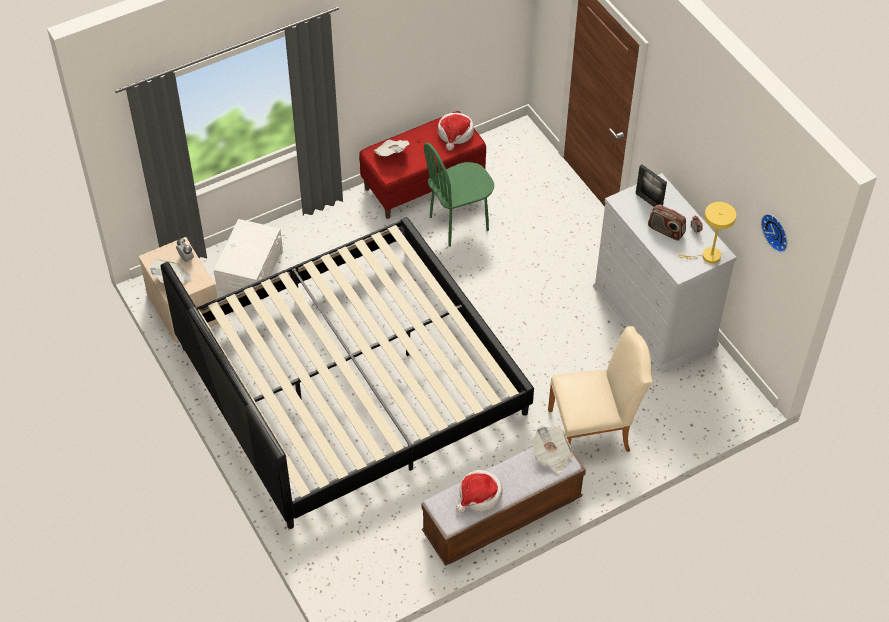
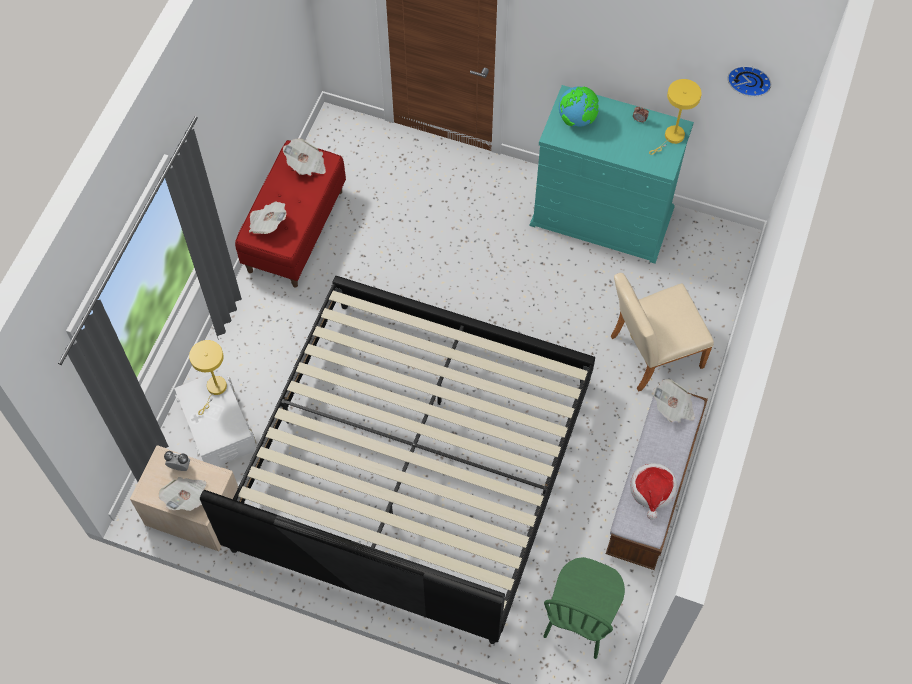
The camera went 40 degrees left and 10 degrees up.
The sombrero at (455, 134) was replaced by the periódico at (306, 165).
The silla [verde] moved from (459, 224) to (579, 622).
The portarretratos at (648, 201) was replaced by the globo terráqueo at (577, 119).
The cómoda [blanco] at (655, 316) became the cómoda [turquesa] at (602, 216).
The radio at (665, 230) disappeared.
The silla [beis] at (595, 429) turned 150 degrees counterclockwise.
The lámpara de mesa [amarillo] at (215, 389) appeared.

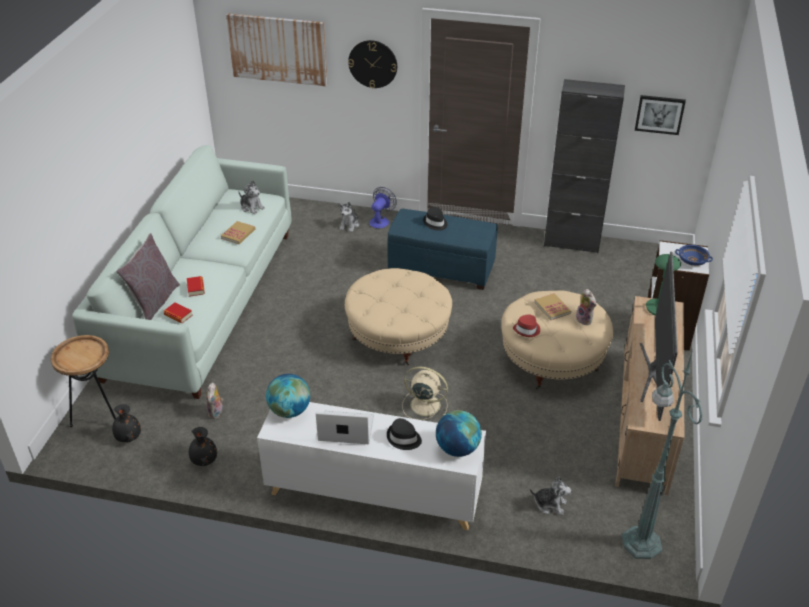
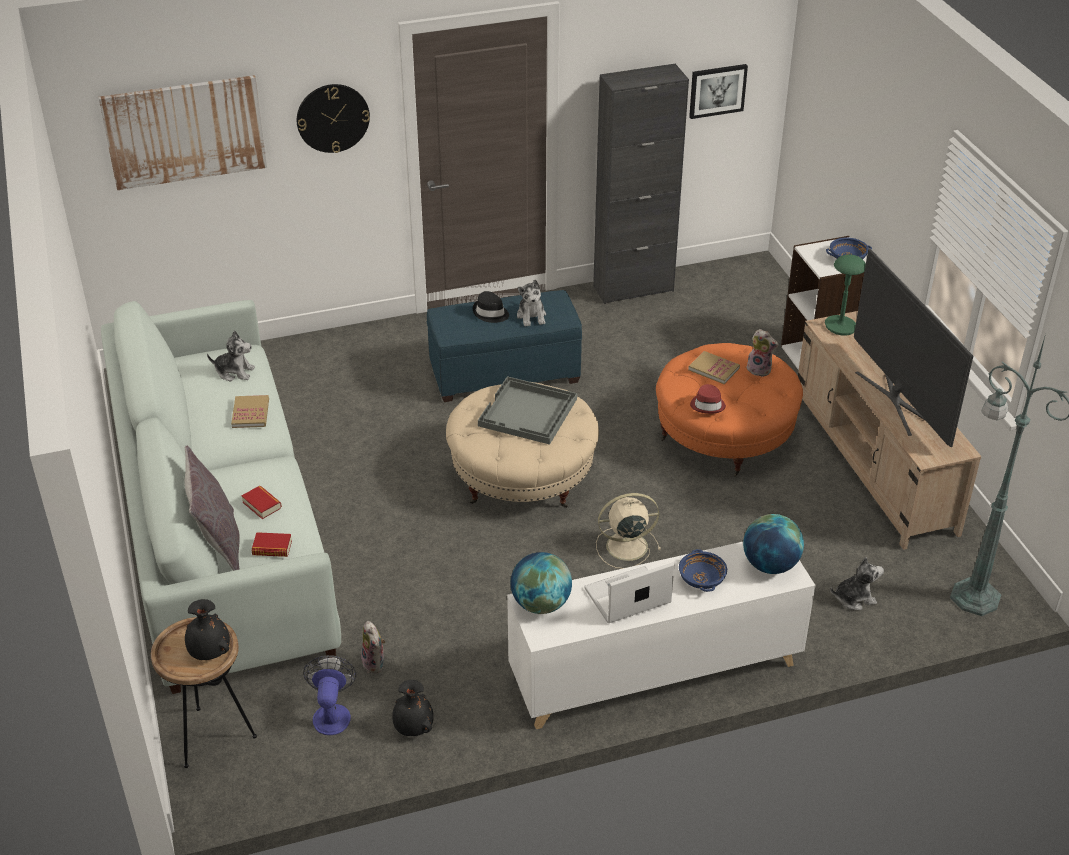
The camera went 30 degrees left and 0 degrees up.
The ventilador moved from (381, 220) to (332, 713).
The peluche moved from (349, 225) to (531, 316).
The puf [beis] at (552, 359) became the puf [naranja] at (724, 435).
The florero [negro] moved from (128, 437) to (209, 652).
The sombrero [negro] at (403, 438) was replaced by the cuenco [azul] at (702, 579).
The bandeja [gris] at (528, 413) appeared.

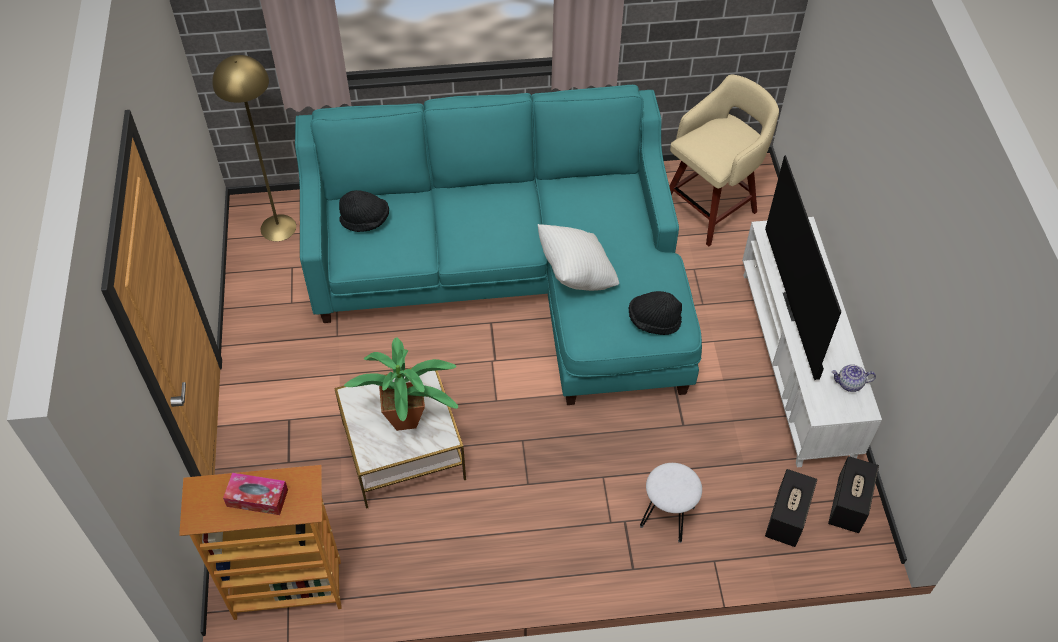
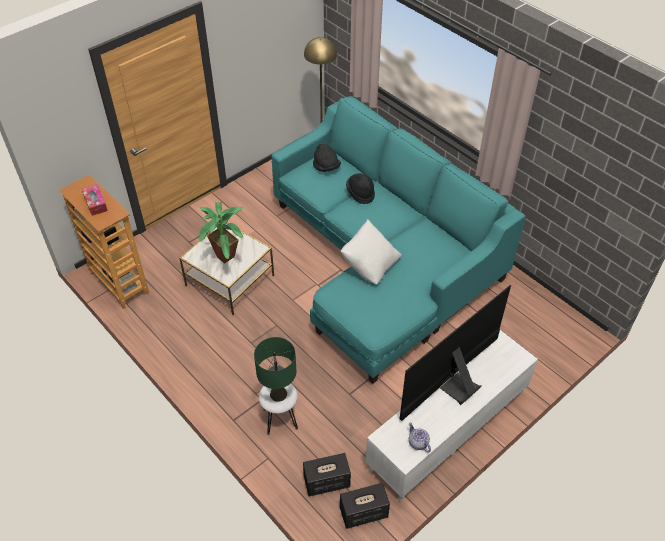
The camera went 55 degrees right and 5 degrees down.
The taburete [beis] at (711, 207) disappeared.
The sombrero [negro] moved from (653, 321) to (360, 193).
The lámpara de mesa [verde] at (278, 394) appeared.

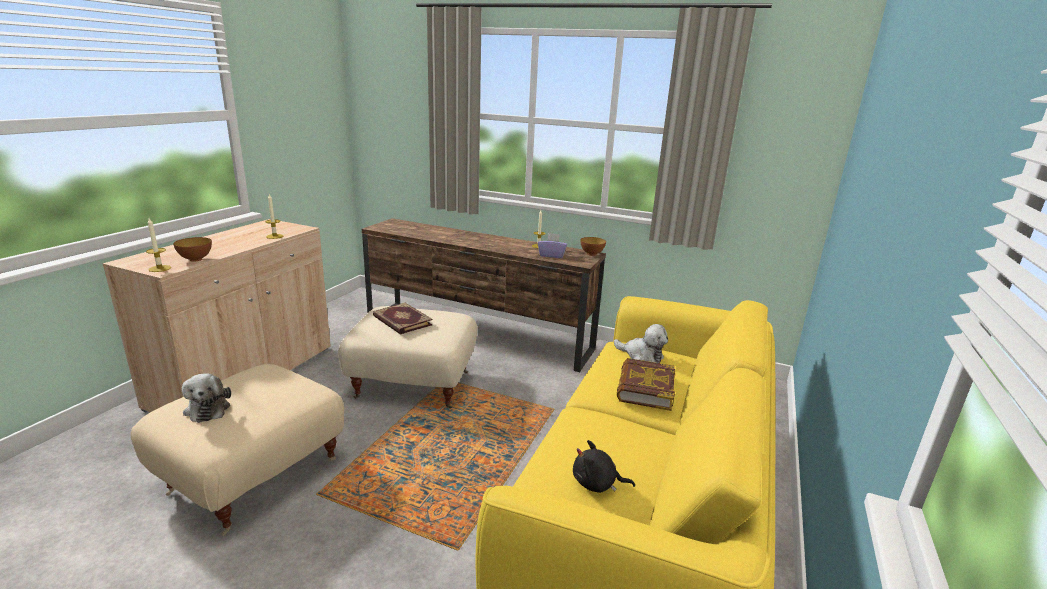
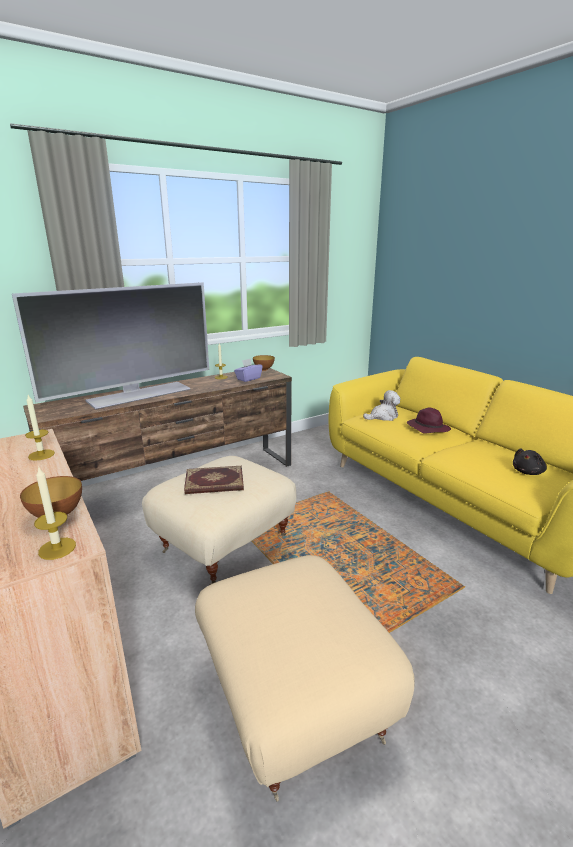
The camera went 55 degrees left and 0 degrees up.
The libro at (645, 388) was replaced by the sombrero [morado] at (427, 428).
The peluche at (208, 408) disappeared.
The televisor at (138, 394) appeared.

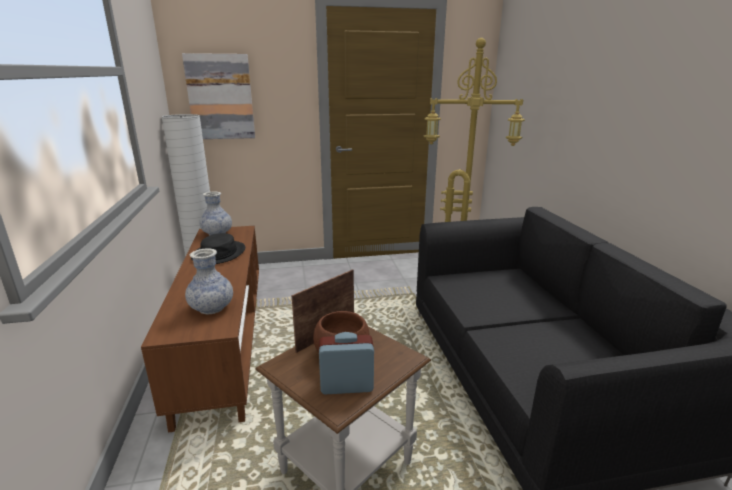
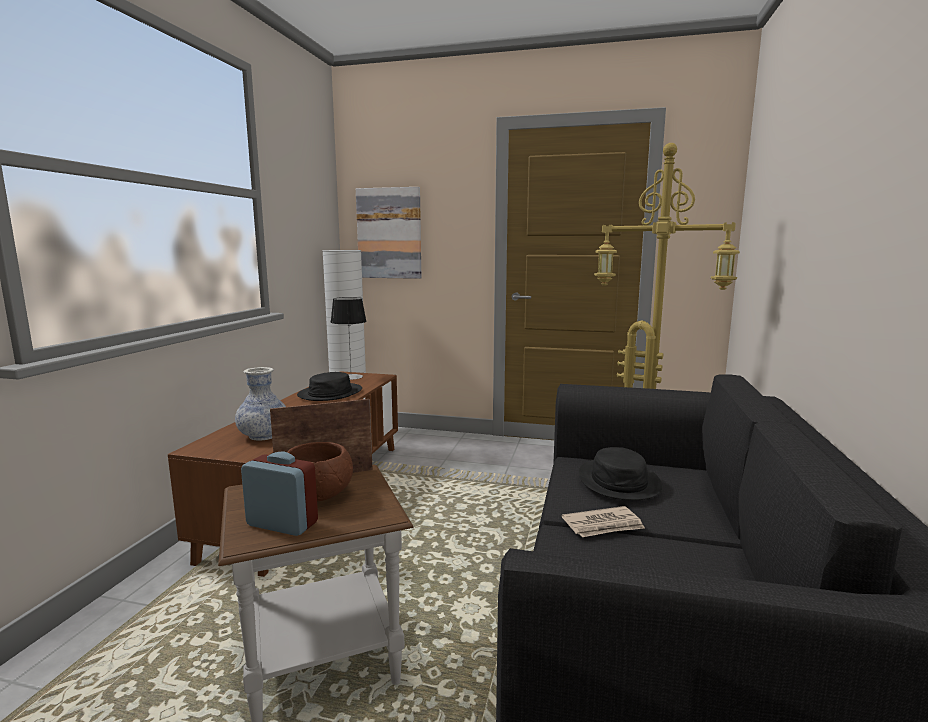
The camera went 25 degrees right and 10 degrees down.
The florero at (217, 233) was replaced by the lámpara de mesa at (351, 377).
The sombrero [negro] at (619, 481) appeared.
The periódico at (603, 525) appeared.

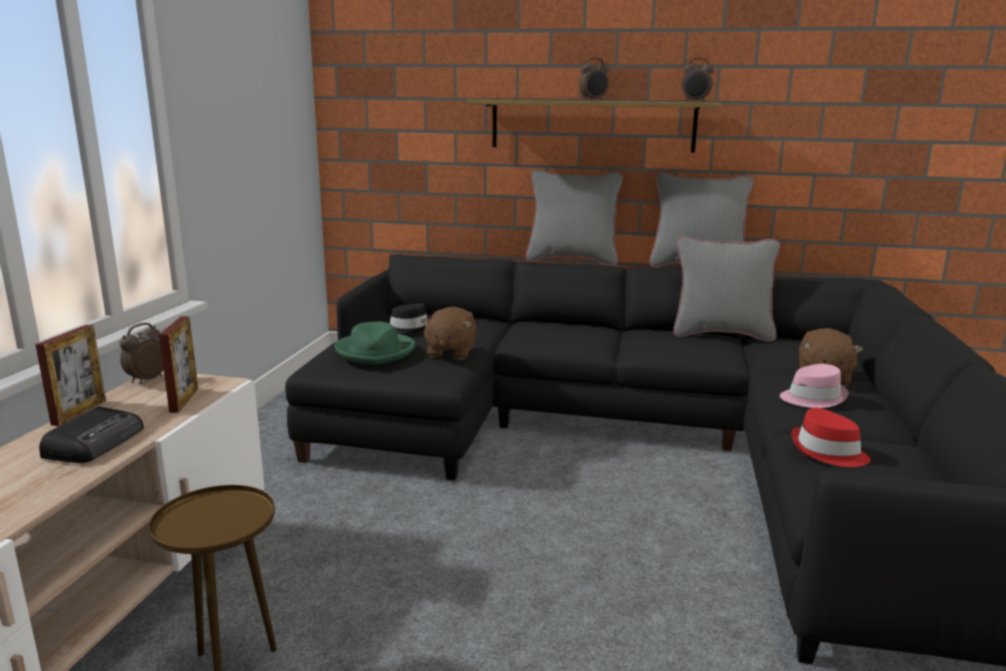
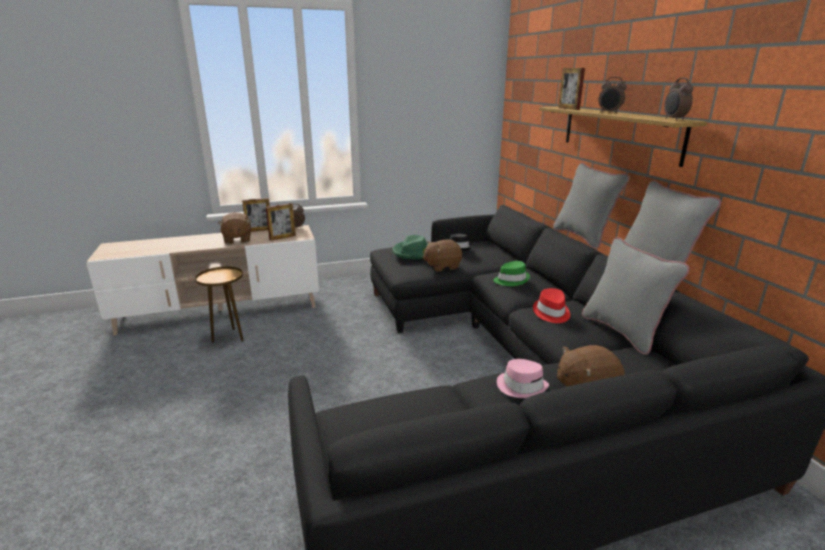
The camera went 60 degrees right and 5 degrees up.
The radio at (96, 442) was replaced by the peluche [marrón] at (237, 240).
The sombrero [rojo] moved from (827, 451) to (551, 313).
The portarretratos at (568, 109) appeared.
The sombrero [verde] at (511, 280) appeared.

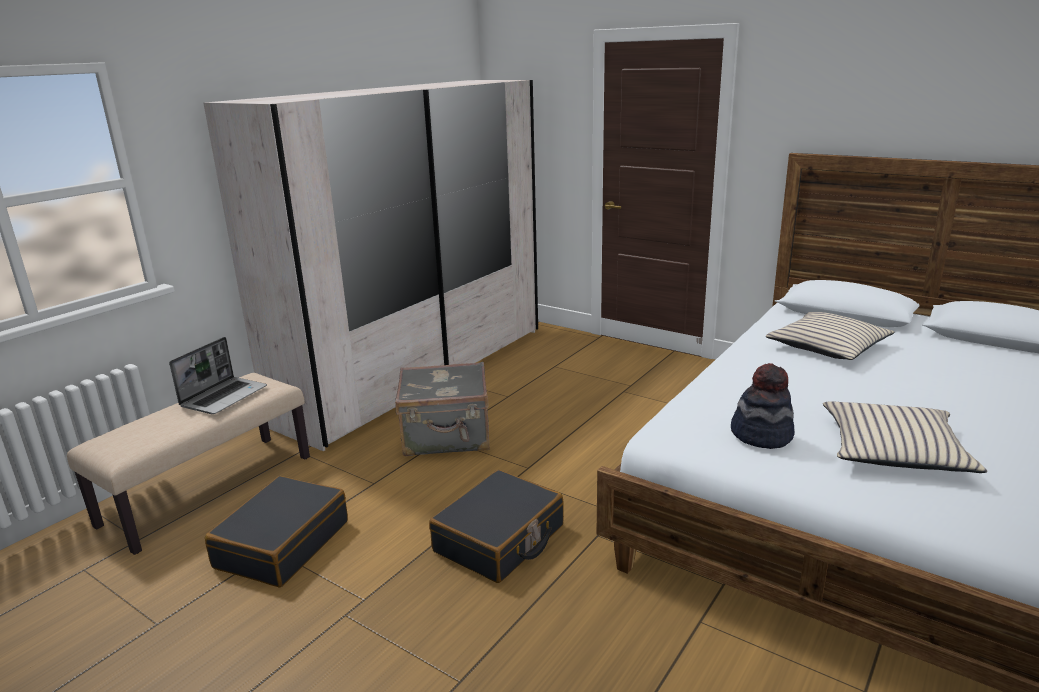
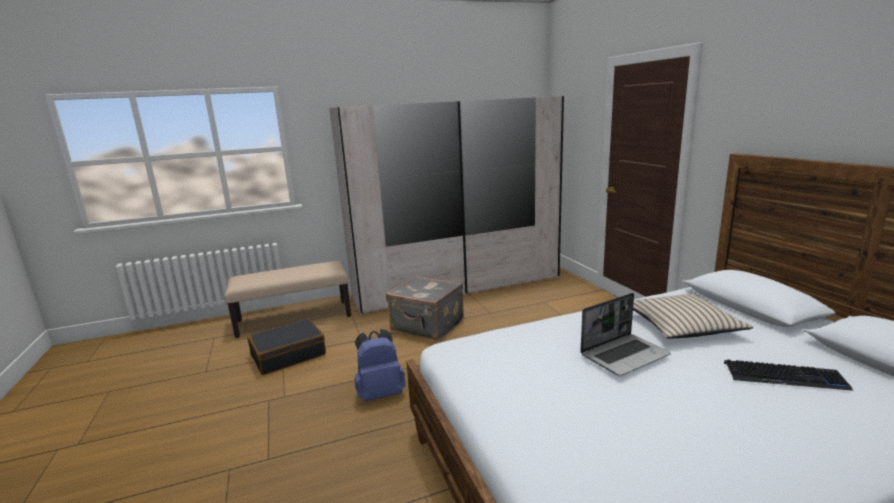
The camera went 35 degrees right and 5 degrees down.
The portátil moved from (224, 396) to (624, 355).
The sombrero at (761, 435) disappeared.
The cojín [beis] at (893, 450) disappeared.
The maleta [negro] at (500, 539) was replaced by the mochila [azul] at (380, 393).
The teclado at (784, 377) appeared.

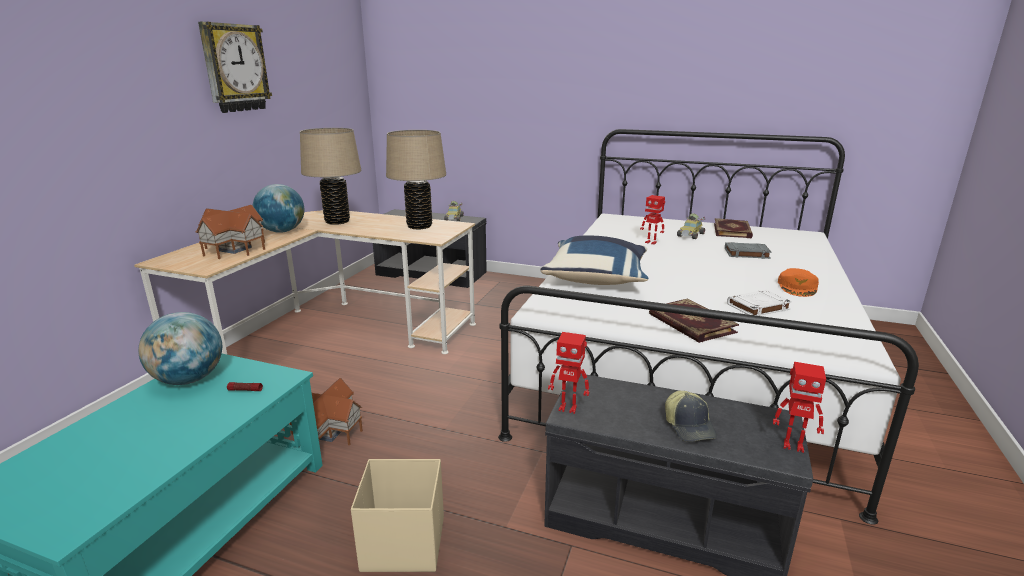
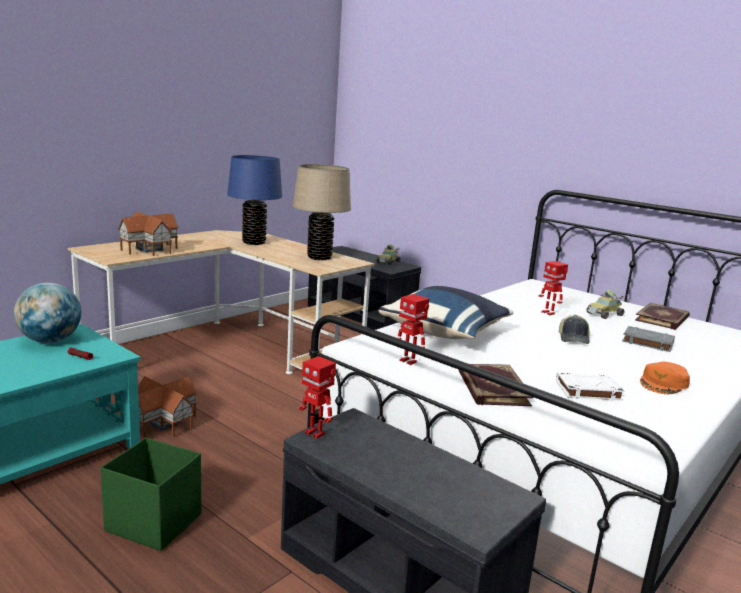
The camera went 20 degrees right and 5 degrees down.
The reloj de pared at (234, 68) disappeared.
The lámpara de mesa [beis] at (337, 221) became the lámpara de mesa [azul] at (254, 242).
The globo terráqueo at (282, 231) disappeared.
The robot de juguete moved from (793, 445) to (408, 361).
The gorra moved from (689, 426) to (574, 338).
The caja de almacenaje [beis] at (402, 543) became the caja de almacenaje [verde] at (153, 522).

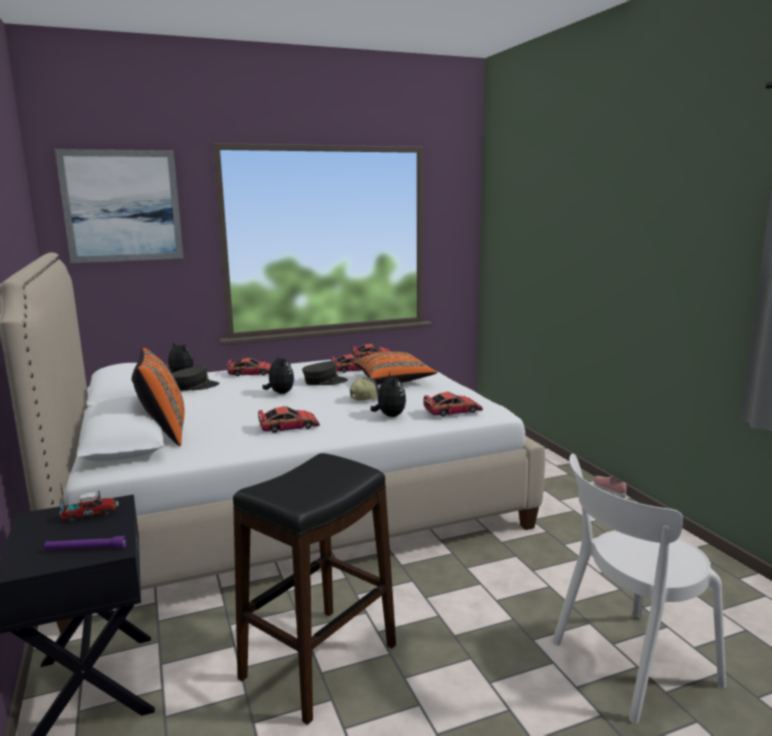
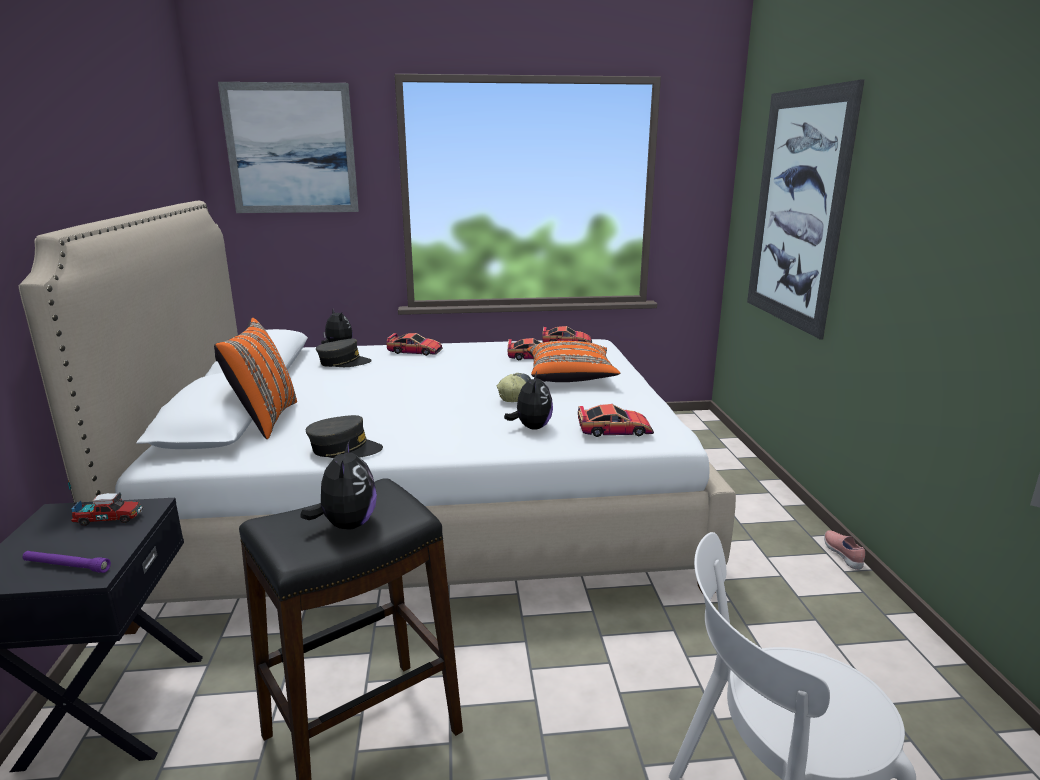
The camera went 15 degrees right and 5 degrees up.
The peluche moved from (280, 393) to (346, 525).
The gorra [gris] moved from (324, 381) to (344, 449).
The coche de juguete at (289, 426) disappeared.
The cuadro at (797, 209) appeared.

